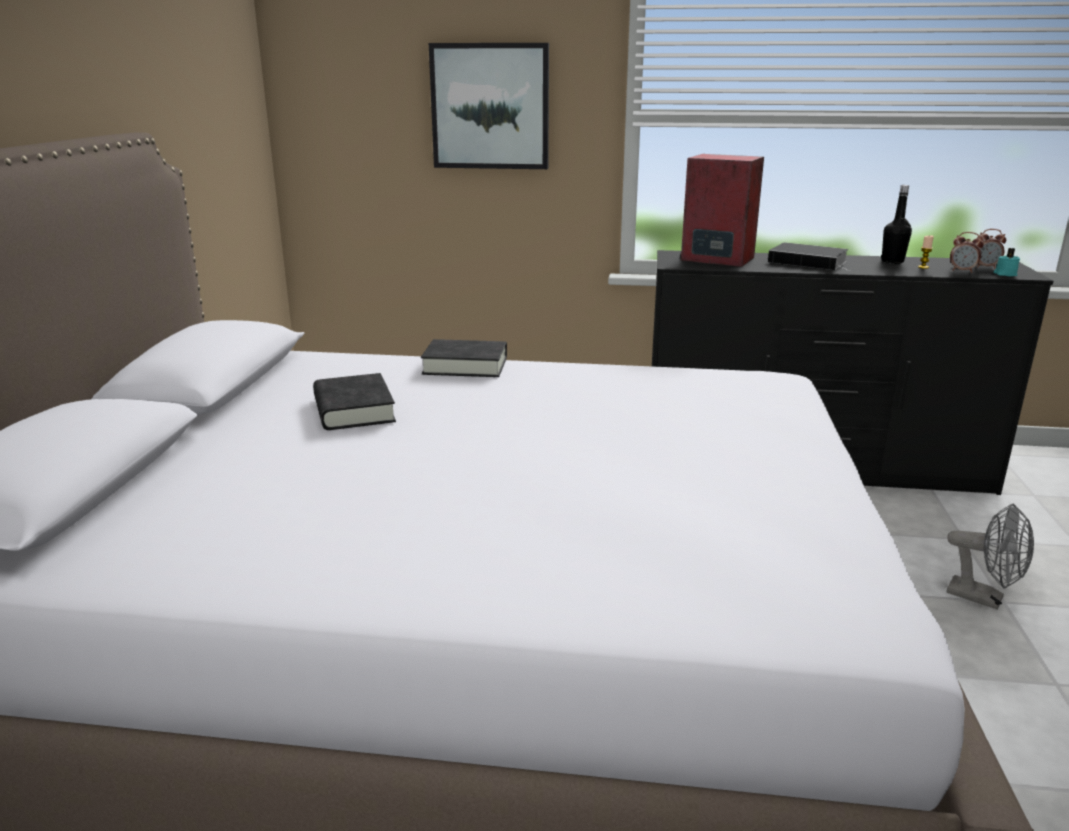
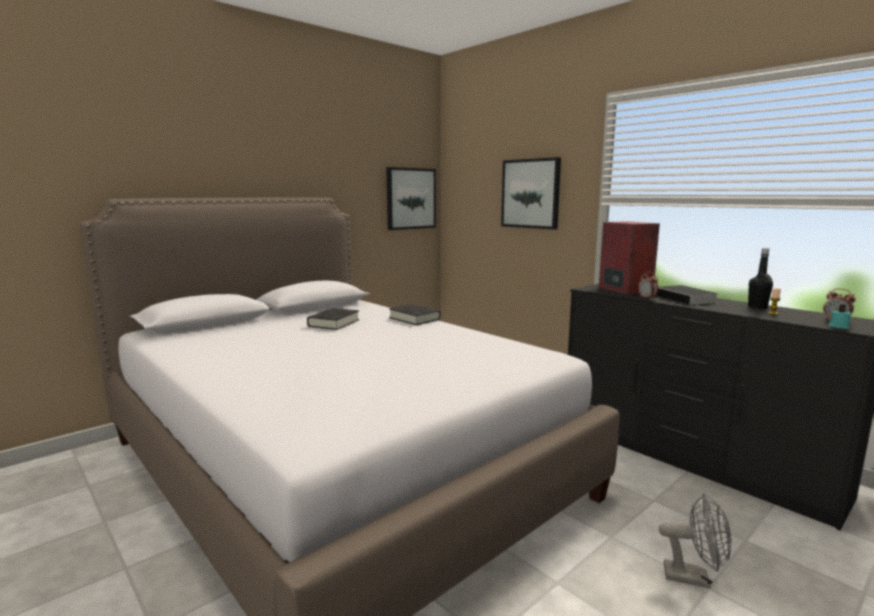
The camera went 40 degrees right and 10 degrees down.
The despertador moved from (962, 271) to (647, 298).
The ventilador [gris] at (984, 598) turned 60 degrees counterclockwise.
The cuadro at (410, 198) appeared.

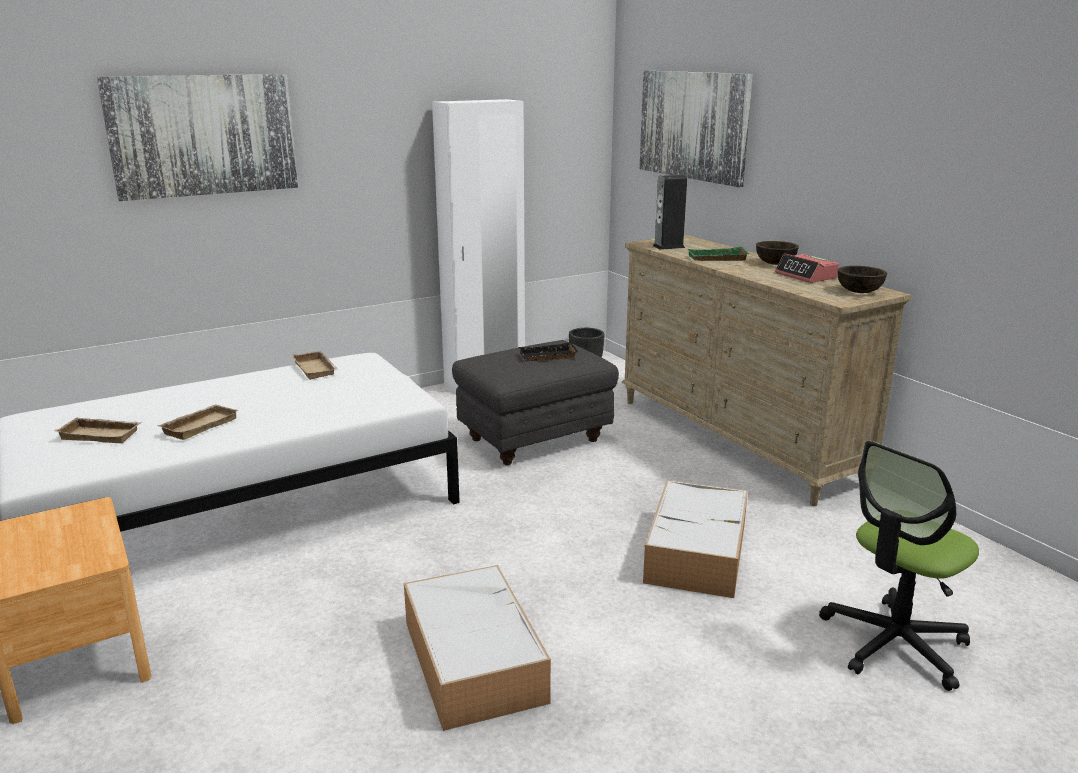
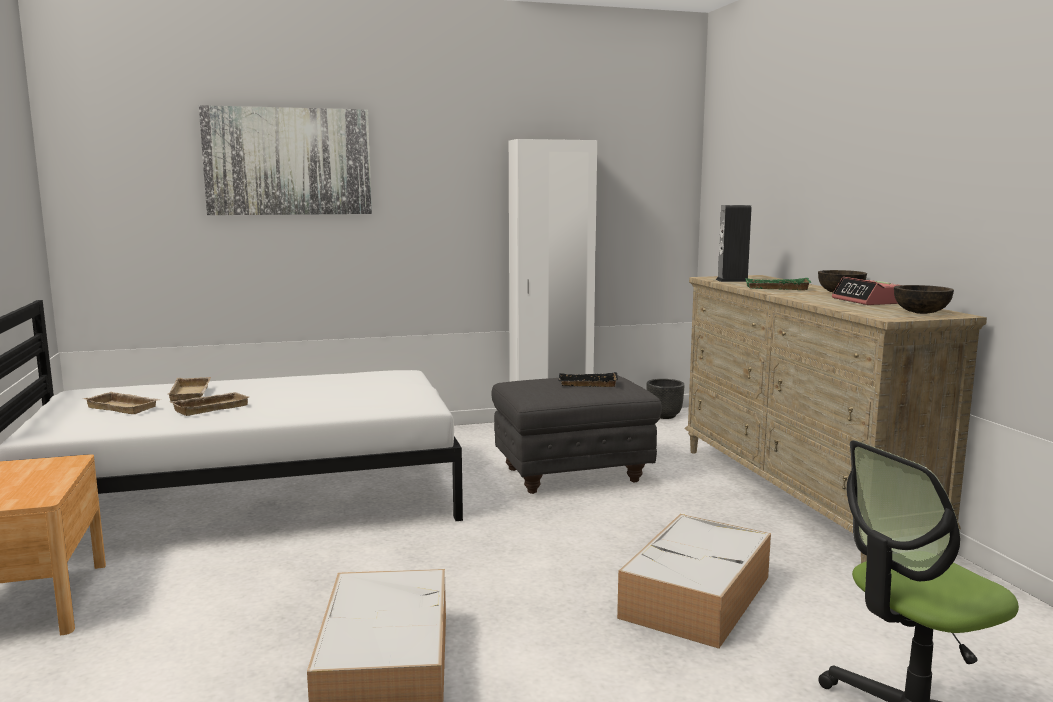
The camera went 15 degrees right and 10 degrees down.
The cuadro at (693, 125) disappeared.
The bandeja [beis] moved from (317, 369) to (192, 393).

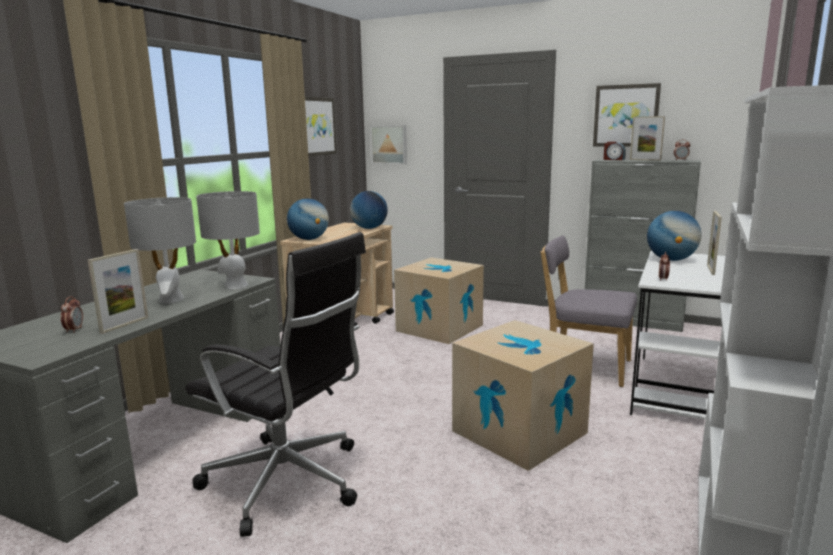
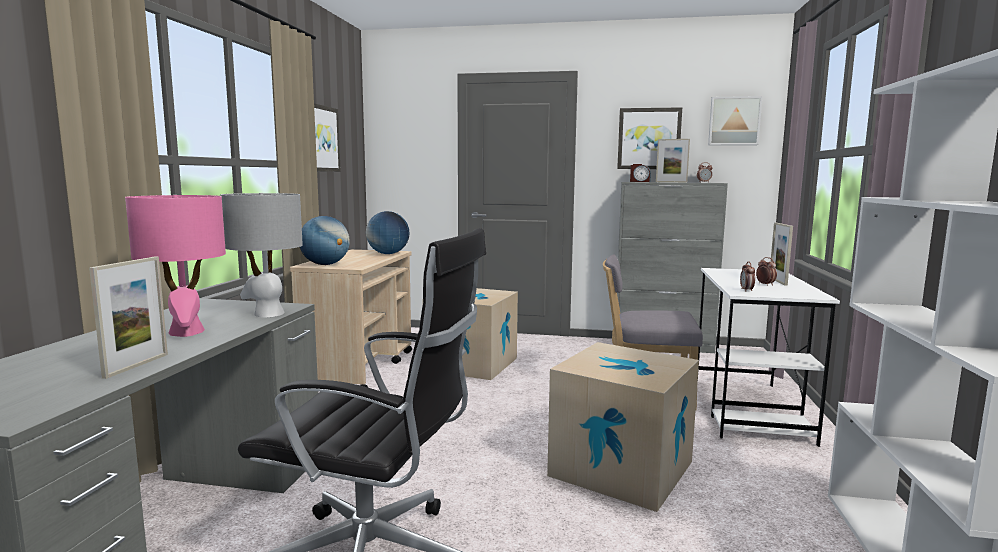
The camera went 15 degrees left and 5 degrees down.
The cuadro moved from (389, 144) to (734, 121).
The lámpara de mesa [gris] at (171, 299) became the lámpara de mesa [rosa] at (186, 332).
The globo terráqueo at (671, 260) disappeared.
The despertador moved from (74, 330) to (765, 284).

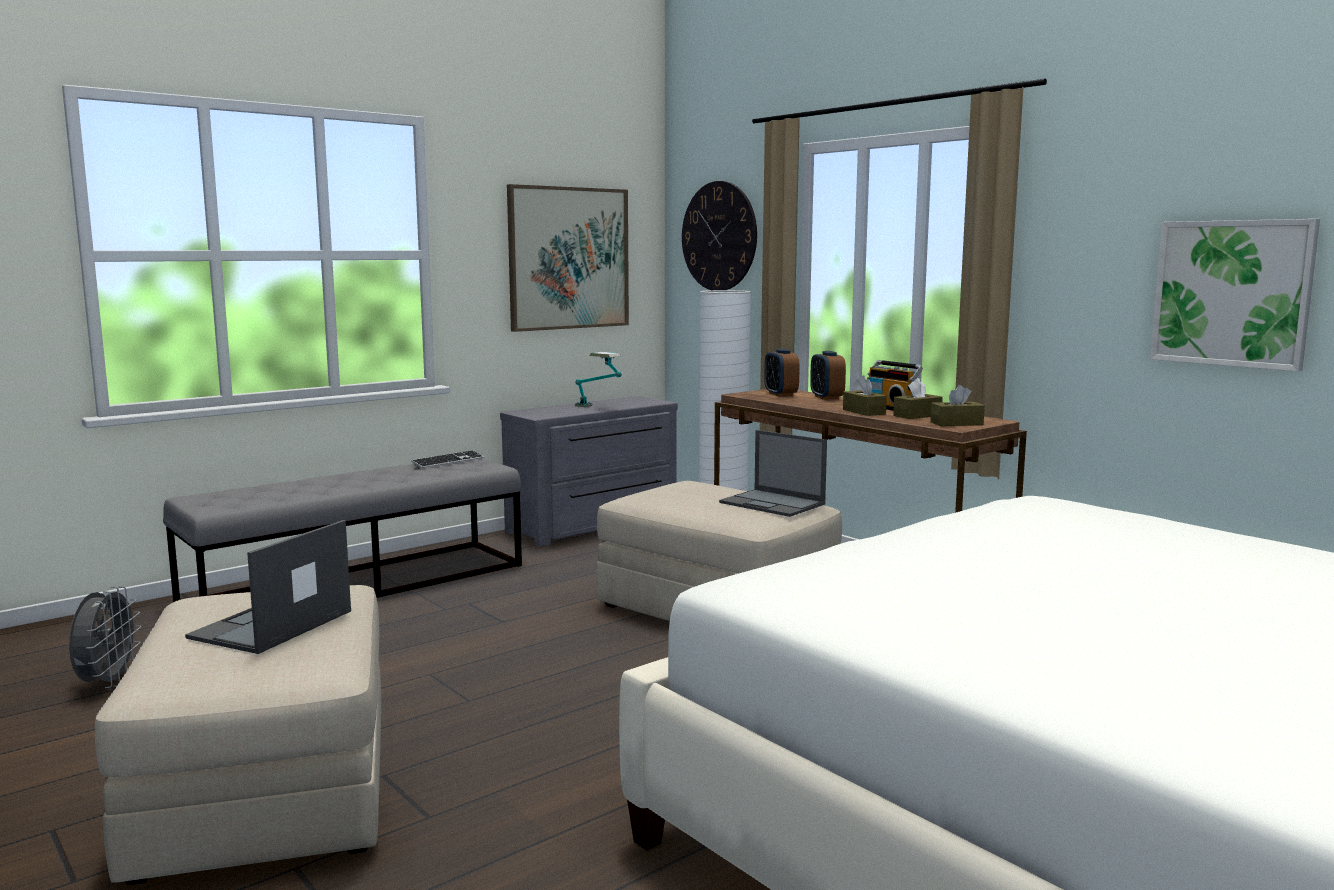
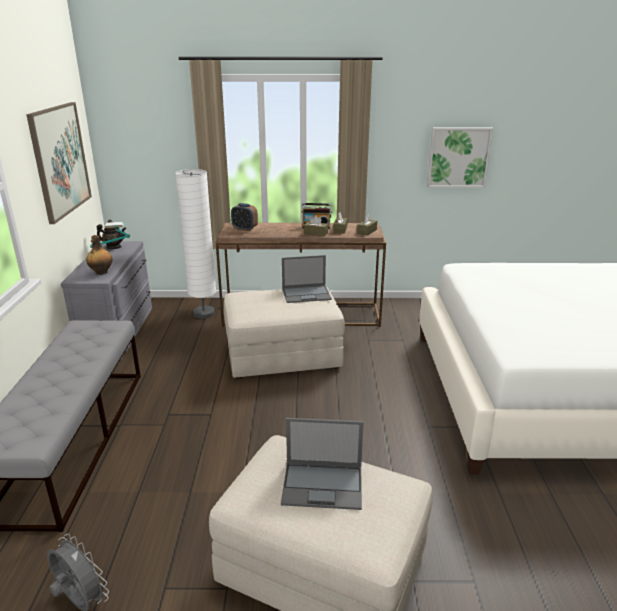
The camera went 50 degrees left and 15 degrees up.
The reloj de pared at (719, 236) disappeared.
The despertador at (826, 397) disappeared.
The teclado at (448, 461) disappeared.
The portátil at (270, 625) turned 60 degrees counterclockwise.
The tetera at (114, 247) appeared.
The botella at (101, 272) appeared.

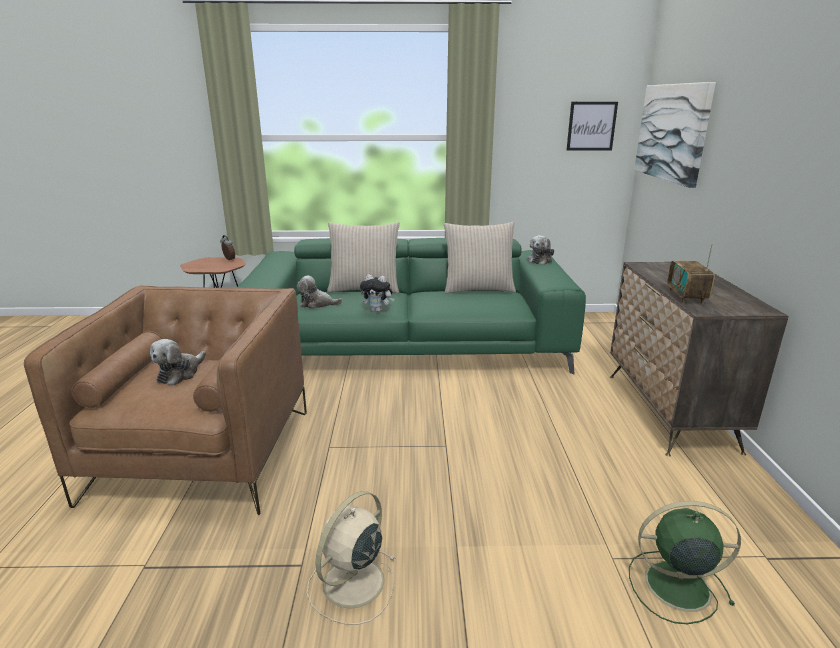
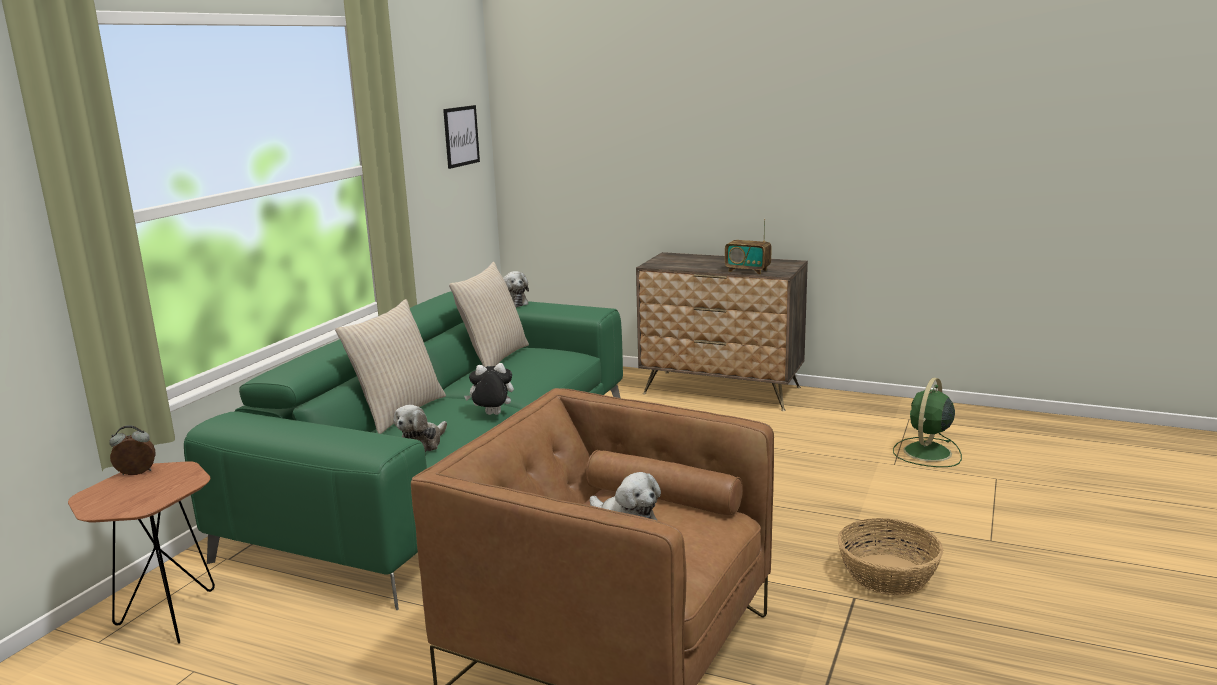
The camera went 65 degrees left and 5 degrees down.
The cuadro at (672, 132) disappeared.
The peluche at (378, 310) turned 135 degrees counterclockwise.
The ventilador [beis] at (351, 584) was replaced by the cesta at (888, 574).

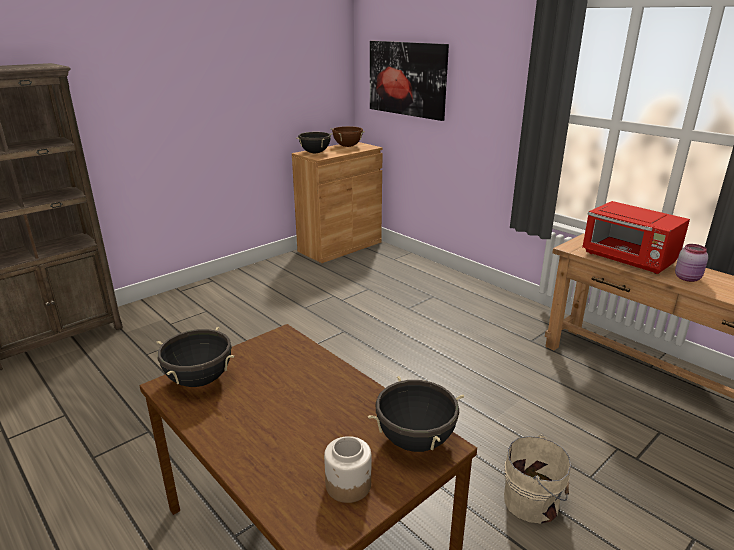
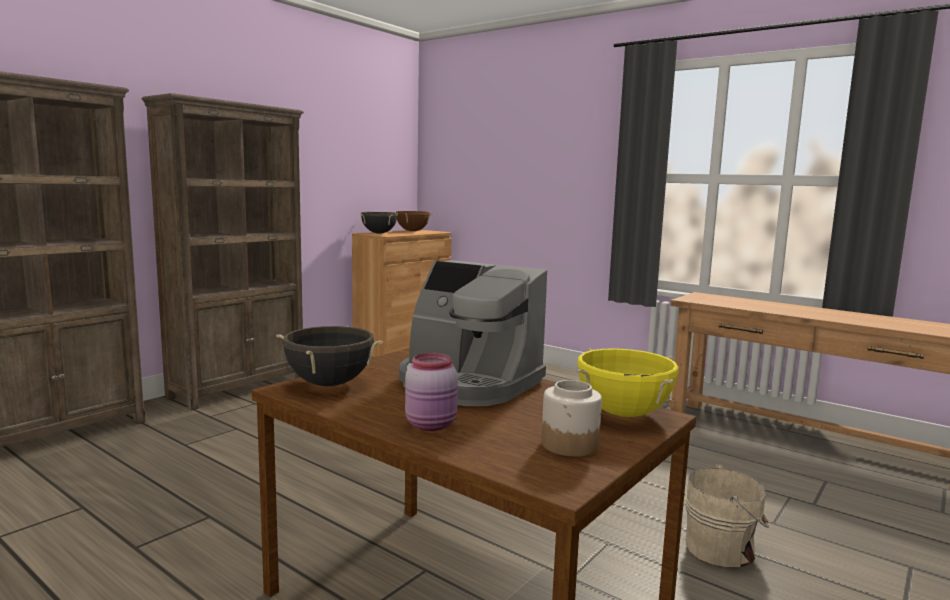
The camera went 10 degrees left and 15 degrees down.
The cuadro at (407, 79) disappeared.
The microondas [rojo] at (629, 259) disappeared.
The tarro [rosa] moved from (688, 278) to (432, 425).
The olla [negro] at (415, 440) became the olla [amarillo] at (623, 414).
The estantería [marrón] at (239, 388) appeared.
The cafetera at (467, 383) appeared.

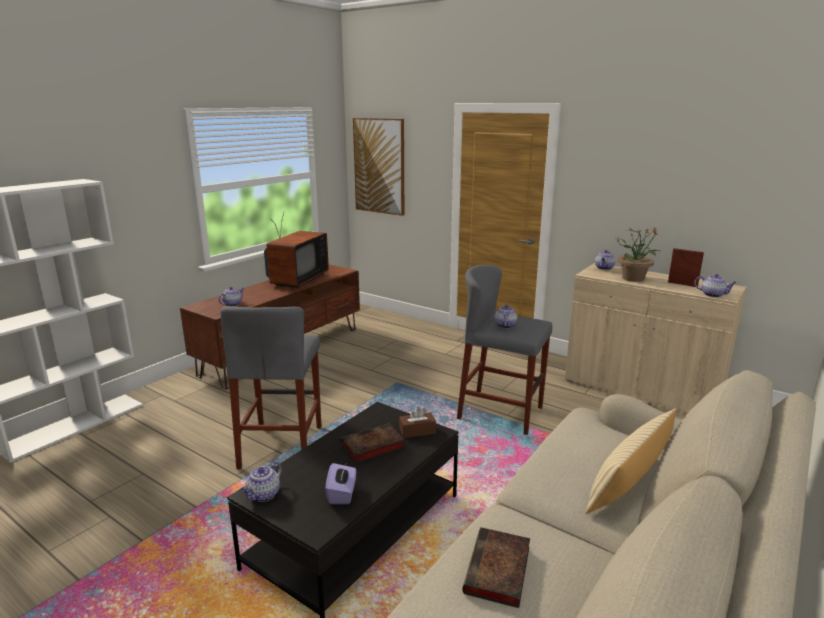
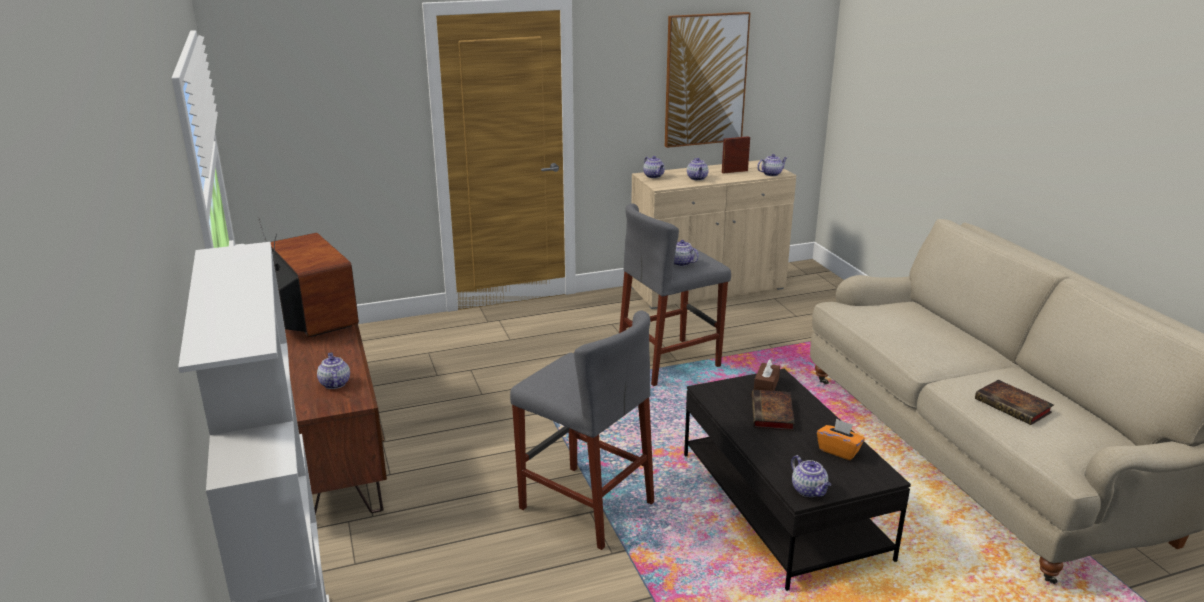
The camera went 55 degrees left and 5 degrees up.
The cuadro moved from (379, 166) to (705, 80).
The planta en maceta at (634, 278) was replaced by the tetera at (697, 178).
The cojín [beis] at (628, 484) disappeared.
The caja de pañuelos [morado] at (342, 494) became the caja de pañuelos [naranja] at (839, 450).

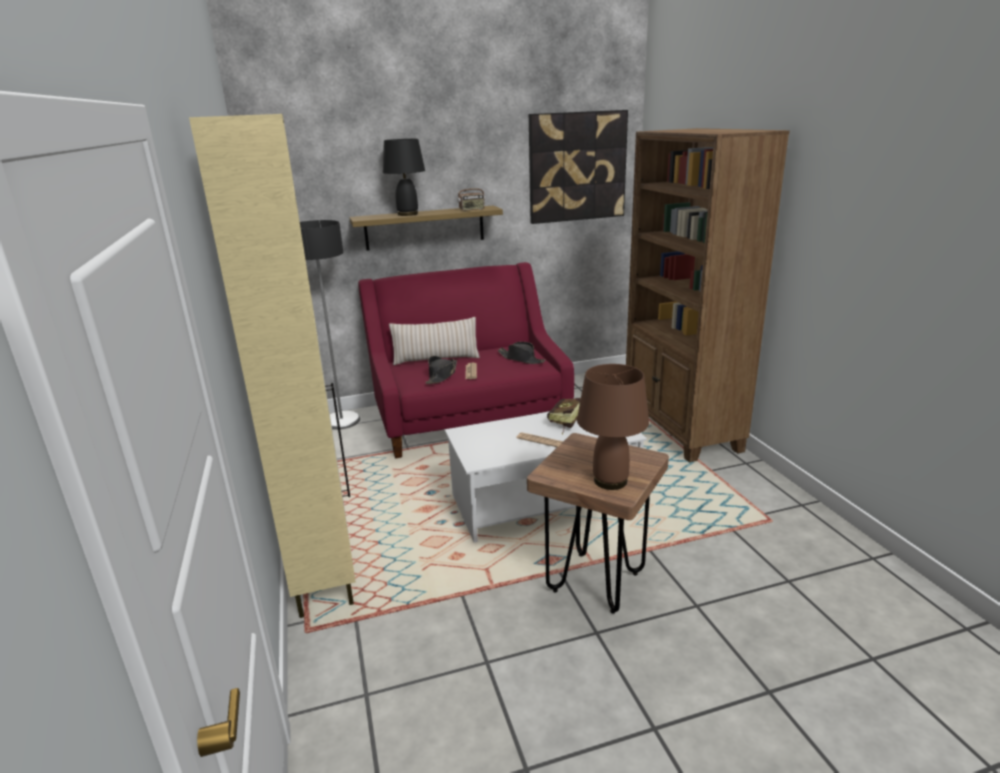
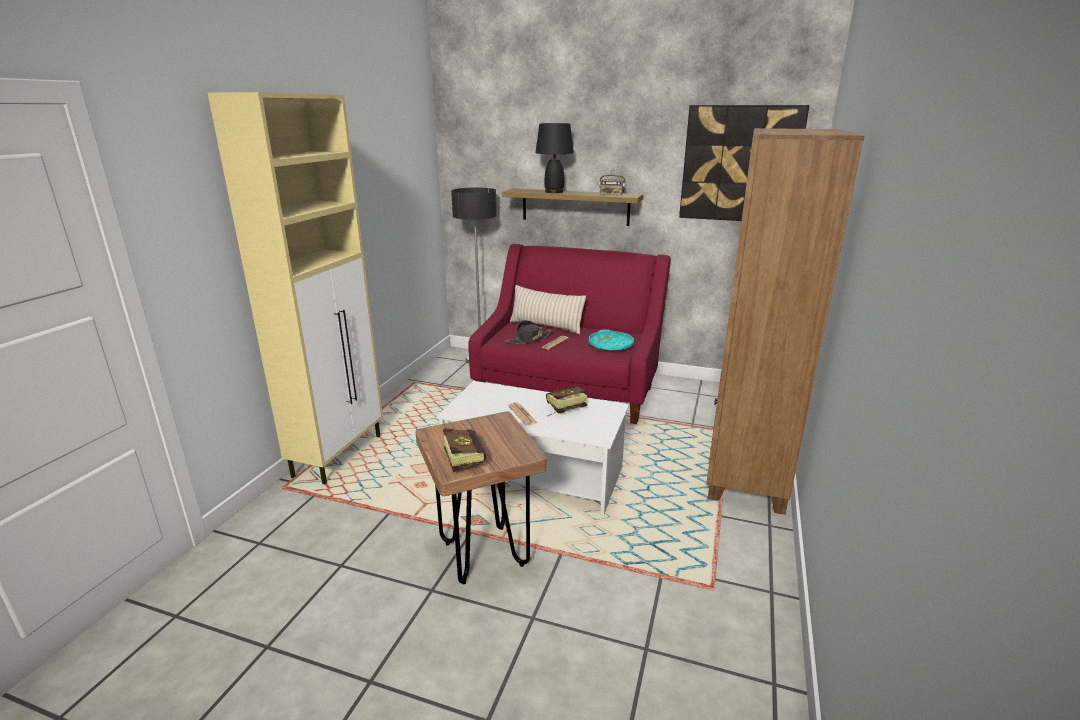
The camera went 35 degrees right and 0 degrees up.
The sombrero [negro] at (521, 359) was replaced by the bandeja [turquesa] at (610, 345).
The lámpara de mesa [marrón] at (611, 481) was replaced by the libro at (463, 458).

